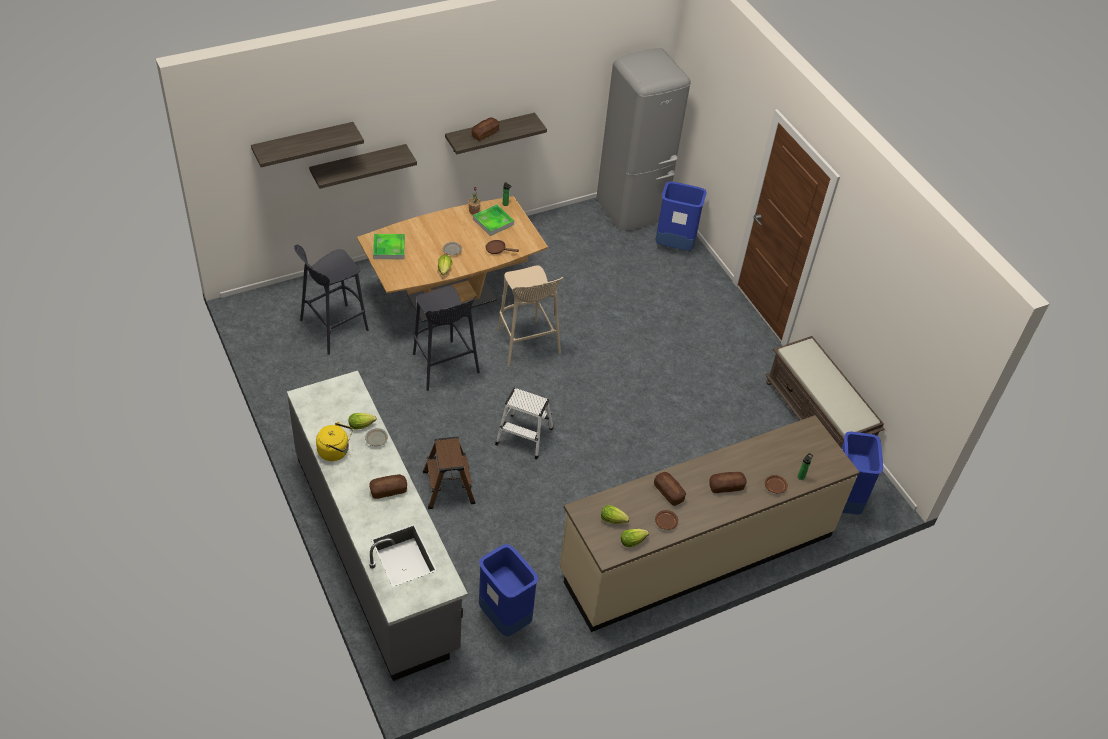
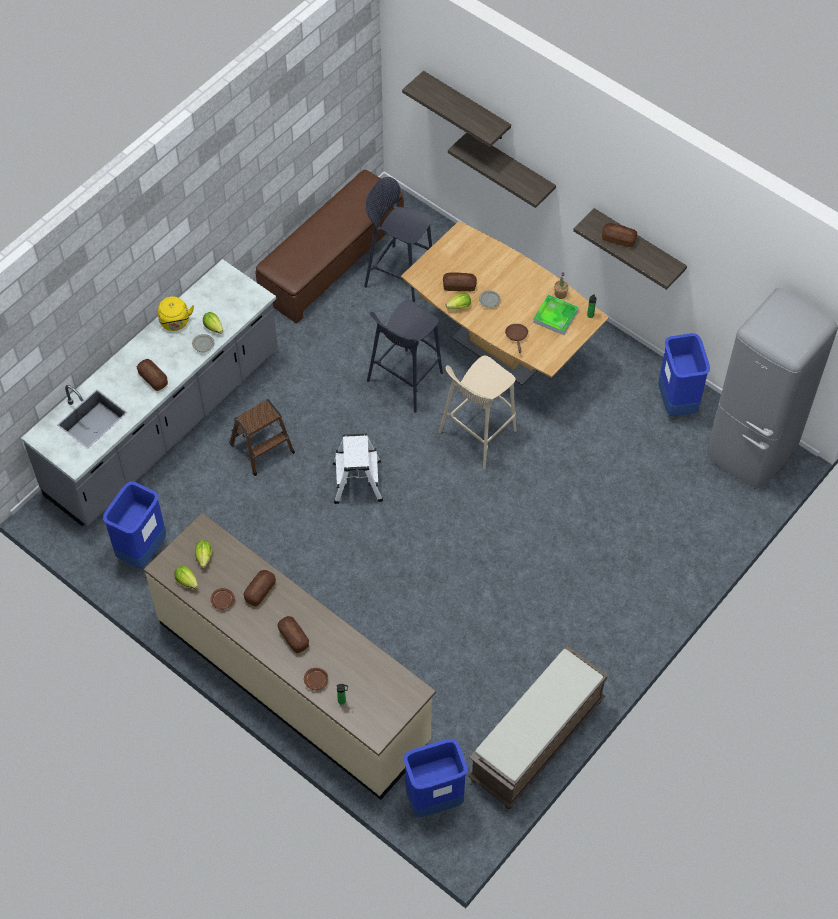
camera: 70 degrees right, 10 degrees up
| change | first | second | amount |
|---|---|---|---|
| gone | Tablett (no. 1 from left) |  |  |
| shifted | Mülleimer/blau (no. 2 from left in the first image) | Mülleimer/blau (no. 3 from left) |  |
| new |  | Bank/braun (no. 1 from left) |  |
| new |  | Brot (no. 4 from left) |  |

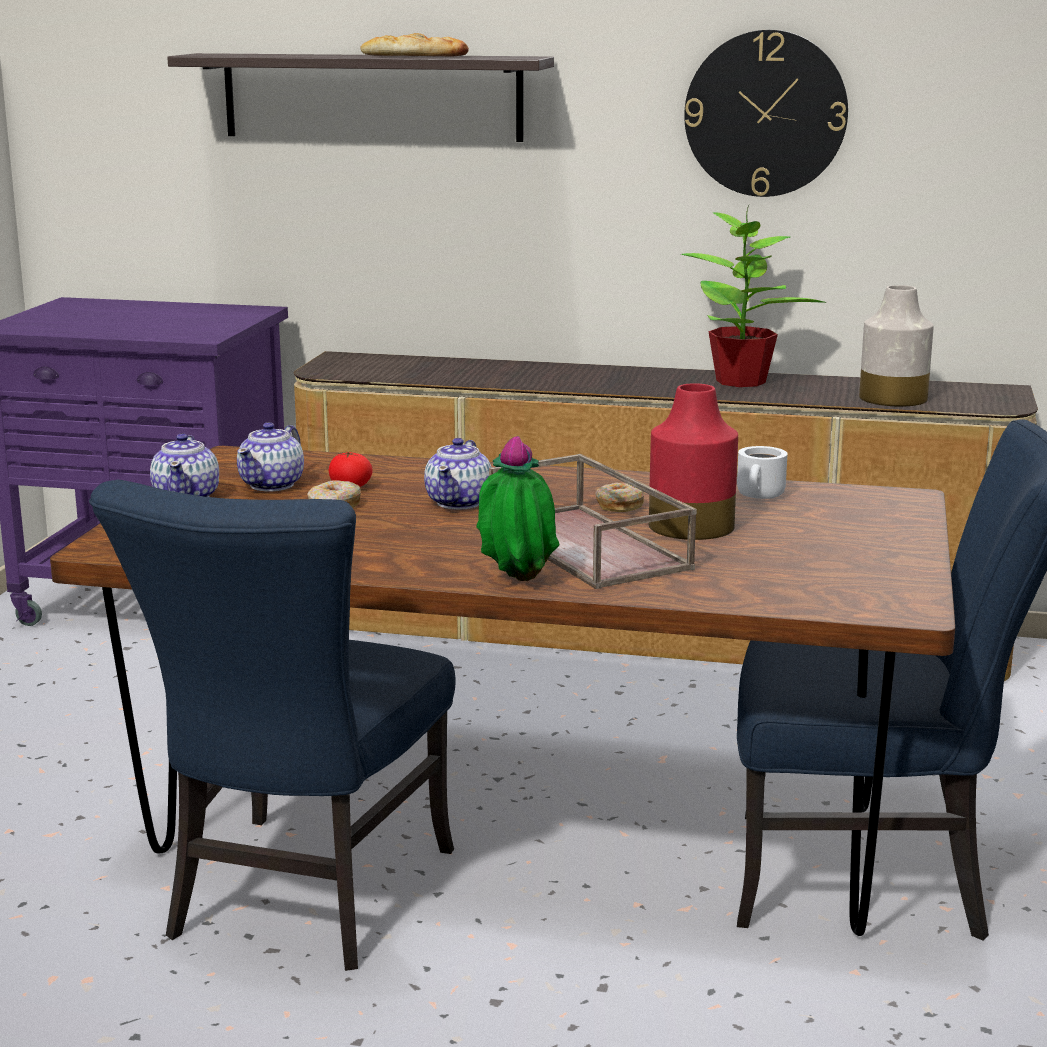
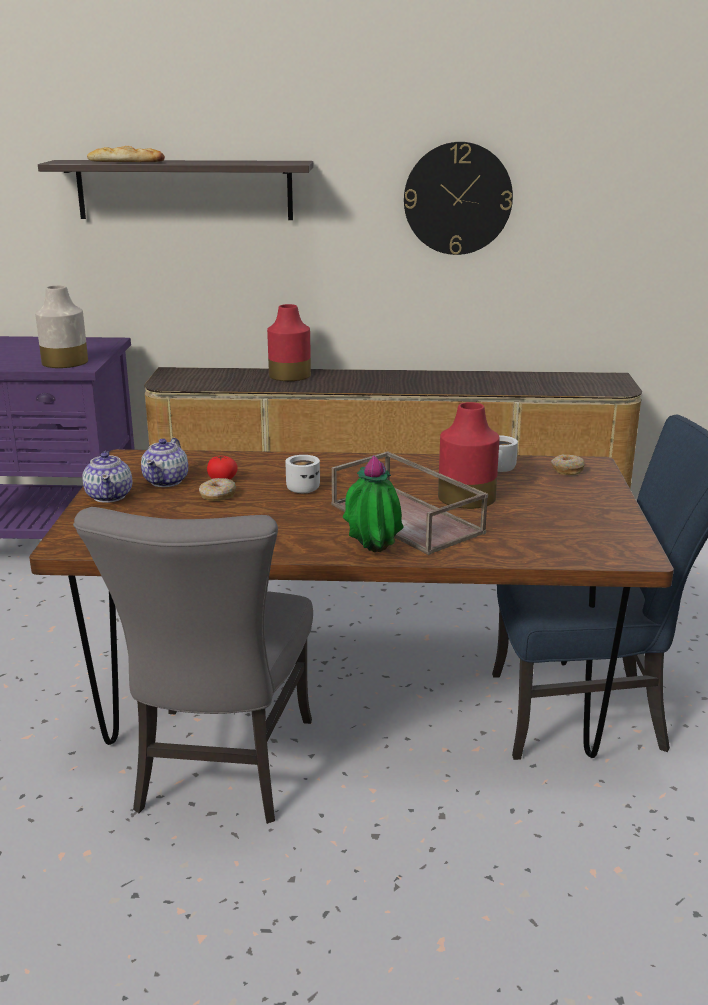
camera: 10 degrees left, 5 degrees up
| change | first | second | amount |
|---|---|---|---|
| repainted | Stuhl/blau (no. 1 from left) | Stuhl/grau |  |
| shifted | Brot |  |  |
| swapped | Teekanne (no. 3 from left) | Henkelbecher/weiß (no. 1 from left) |  |
| shifted | Donut (no. 2 from left) |  |  |
| gone | Topfpflanze (no. 2 from left) |  |  |
| shifted | Vase/beige |  |  |
| new |  | Vase/rot (no. 1 from left) |  |

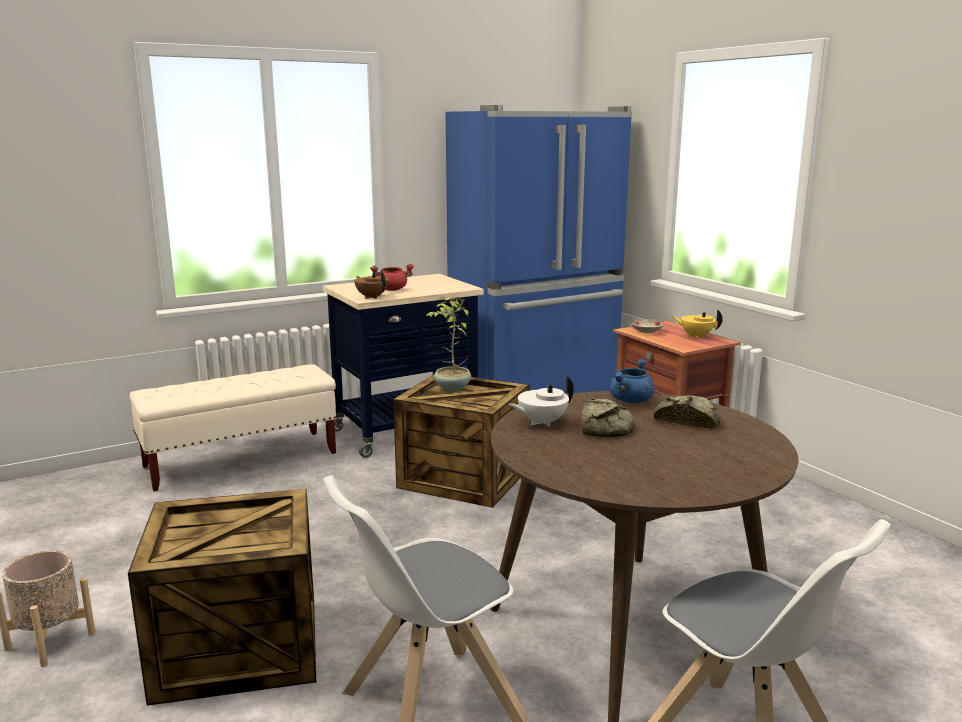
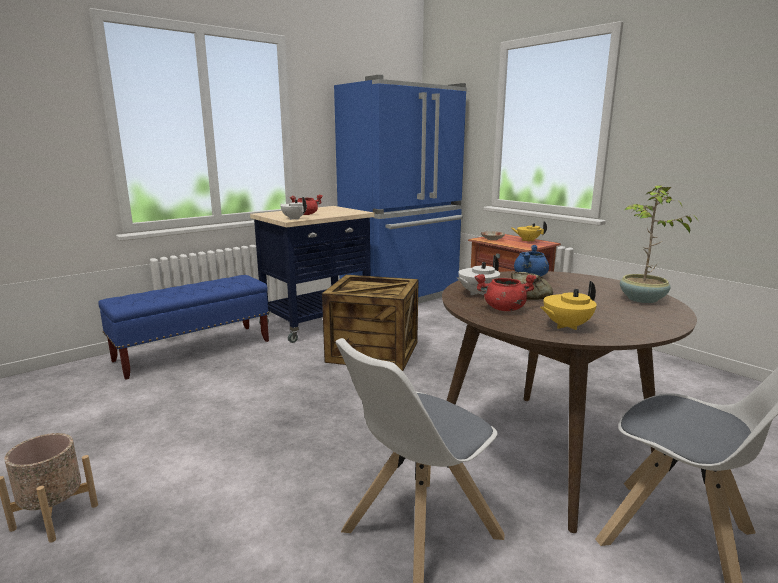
camera: 10 degrees left, 0 degrees up
| change | first | second | amount |
|---|---|---|---|
| gone | Kiste (no. 1 from left) |  |  |
| repainted | Bank/beige | Bank/blau |  |
| repainted | Teekanne/braun | Teekanne/weiß (no. 1 from left) |  |
| shifted | Topfpflanze |  |  |
| gone | Brot (no. 2 from left) |  |  |
| new |  | Kochtopf/rot (no. 2 from left) |  |
| new |  | Teekanne/gelb (no. 2 from left) |  |

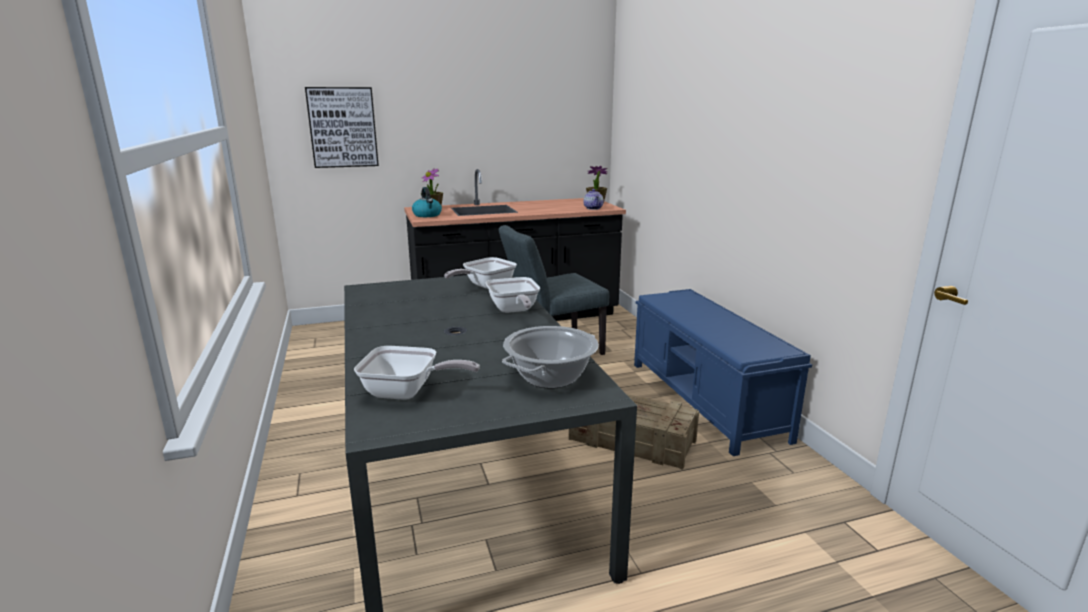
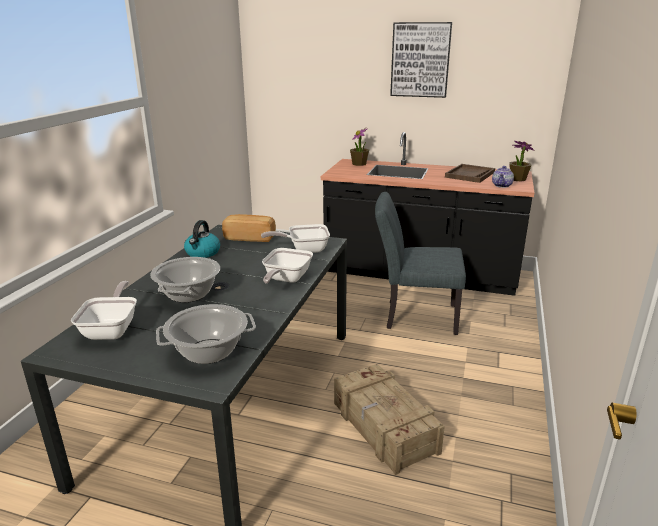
camera: 35 degrees right, 5 degrees up
| change | first | second | amount |
|---|---|---|---|
| shifted | Bild |  |  |
| rotated | Pfanne (no. 1 from left) |  | 135 degrees counterclockwise |
| shifted | Wasserkessel |  |  |
| gone | Bank/blau |  |  |
| new |  | Kochtopf (no. 1 from left) |  |
| new |  | Brot |  |
| new |  | Tablett/braun |  |

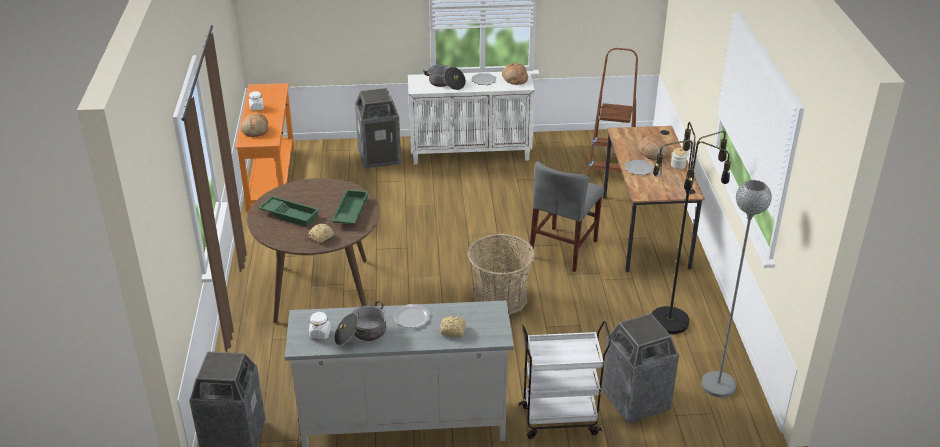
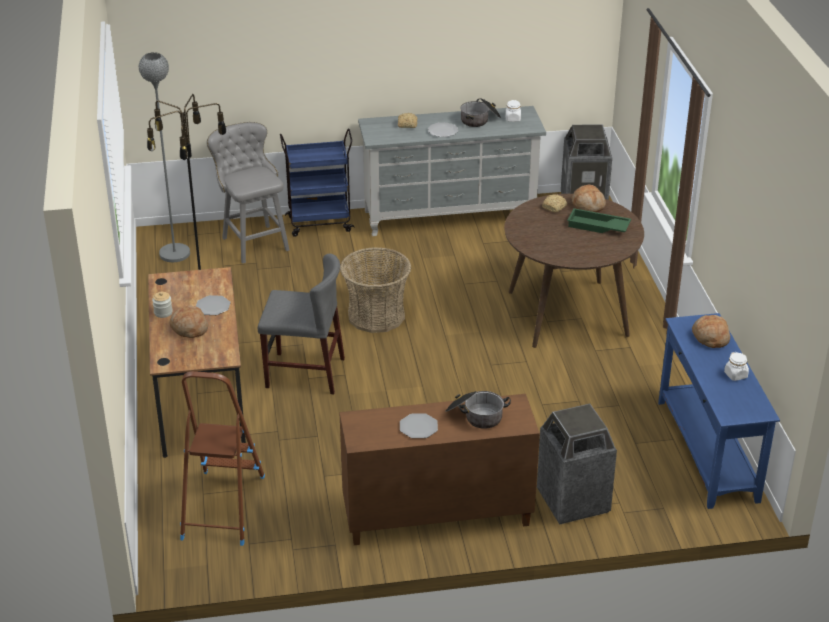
camera: 175 degrees right, 0 degrees up
| change | first | second | amount |
|---|---|---|---|
| repainted | Konsolentisch/orange | Konsolentisch/blau |  |
| gone | Tablett/grün (no. 2 from left) |  |  |
| repainted | Schrank/weiß | Schrank/braun |  |
| shifted | Brot (no. 4 from left) |  |  |
| repainted | Rollwagen/weiß | Rollwagen/blau |  |
| rotated | Stuhl/grau |  | 75 degrees clockwise |
| swapped | Mülleimer (no. 3 from left) | Hocker/grau |  |

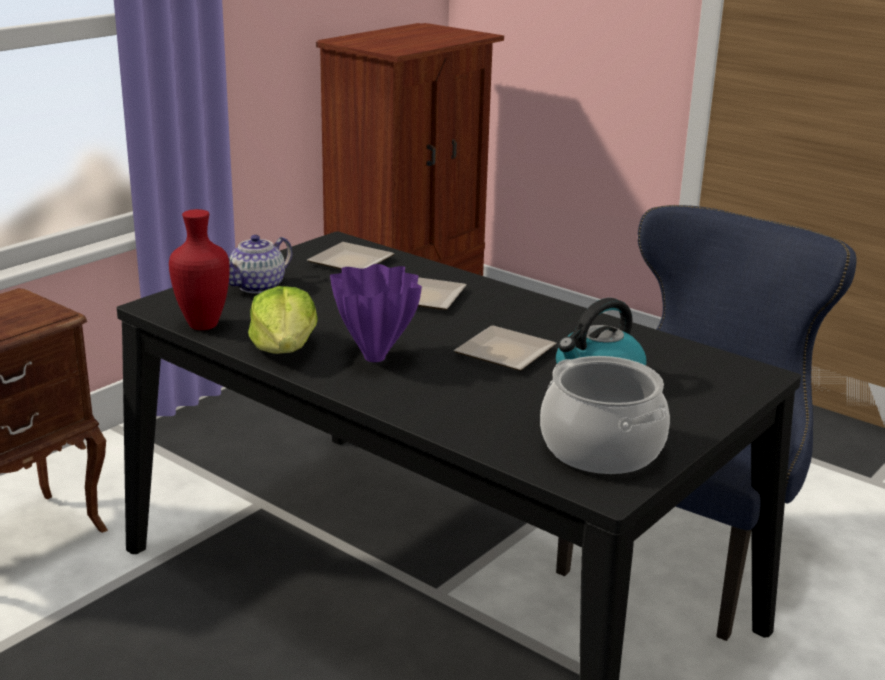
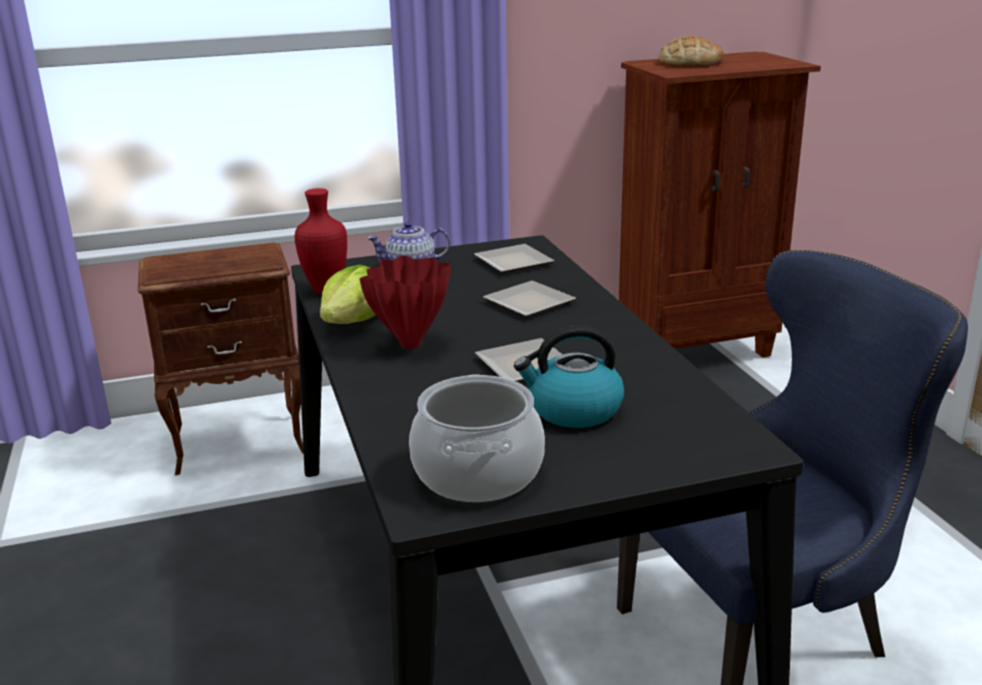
camera: 35 degrees right, 0 degrees up
| change | first | second | amount |
|---|---|---|---|
| repainted | Vase/lila | Vase/rot (no. 2 from left) |  |
| new |  | Brot |  |

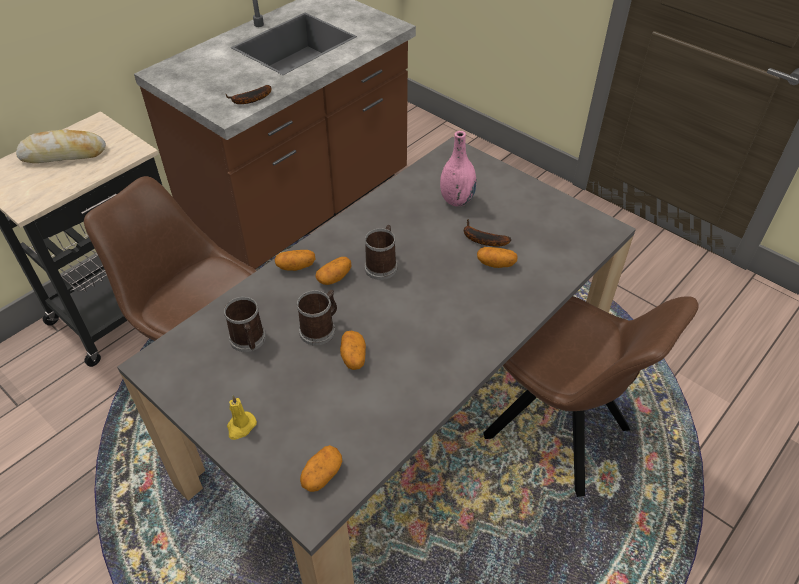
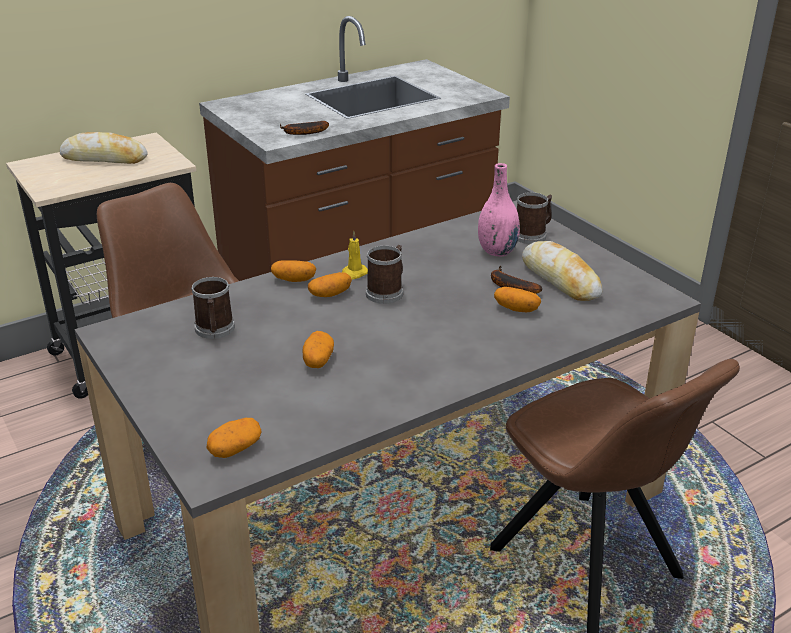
camera: 15 degrees right, 15 degrees down
| change | first | second | amount |
|---|---|---|---|
| shifted | Kerze/gelb |  |  |
| shifted | Henkelbecher (no. 2 from left in the first image) | Henkelbecher (no. 3 from left) |  |
| new |  | Brot (no. 2 from left) |  |

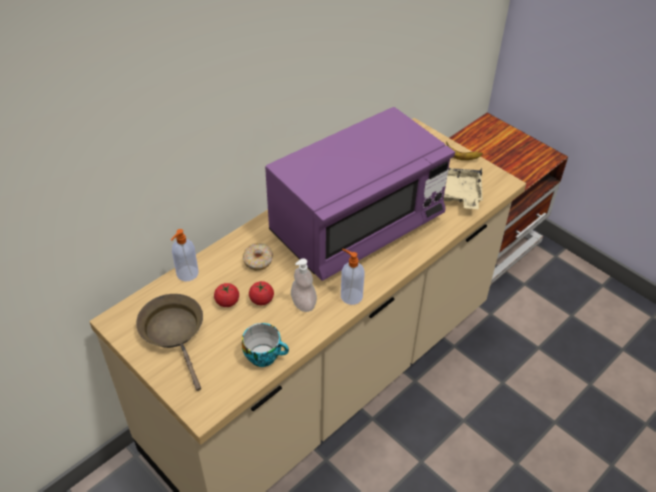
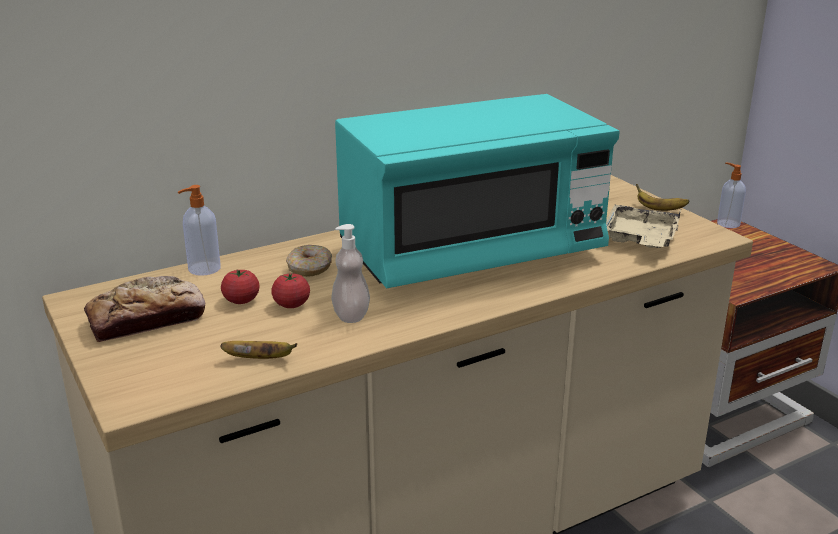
camera: 15 degrees right, 20 degrees down
| change | first | second | amount |
|---|---|---|---|
| swapped | Pfanne/braun | Brot |  |
| swapped | Tasse | Banane (no. 1 from left) |  |
| repainted | Mikrowelle/lila | Mikrowelle/türkis |  |
| shifted | Seifenspender (no. 3 from left) |  |  |

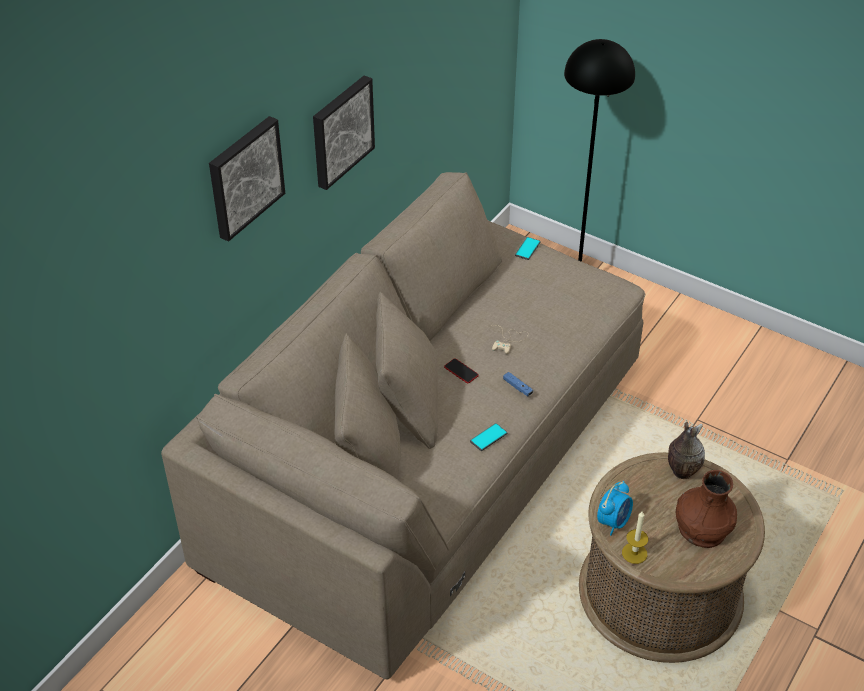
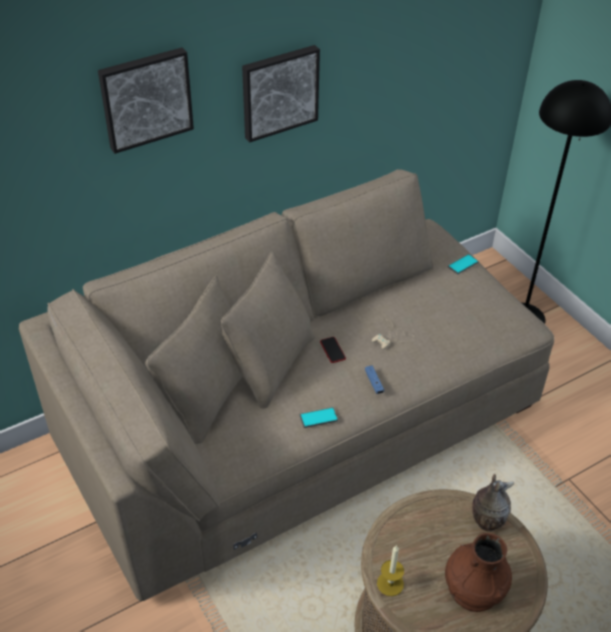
camera: 25 degrees right, 0 degrees up
| change | first | second | amount |
|---|---|---|---|
| gone | Wecker |  |  |

